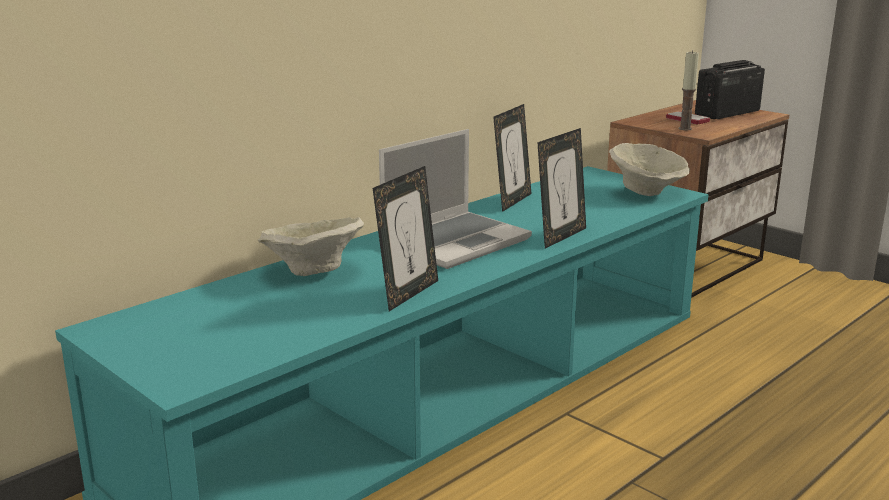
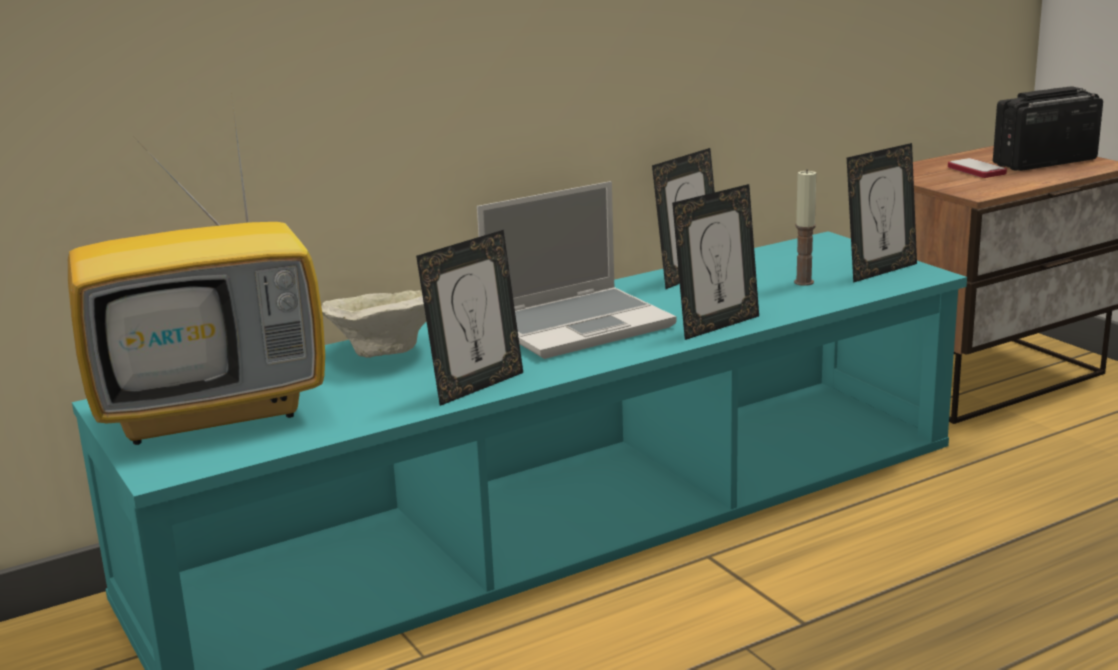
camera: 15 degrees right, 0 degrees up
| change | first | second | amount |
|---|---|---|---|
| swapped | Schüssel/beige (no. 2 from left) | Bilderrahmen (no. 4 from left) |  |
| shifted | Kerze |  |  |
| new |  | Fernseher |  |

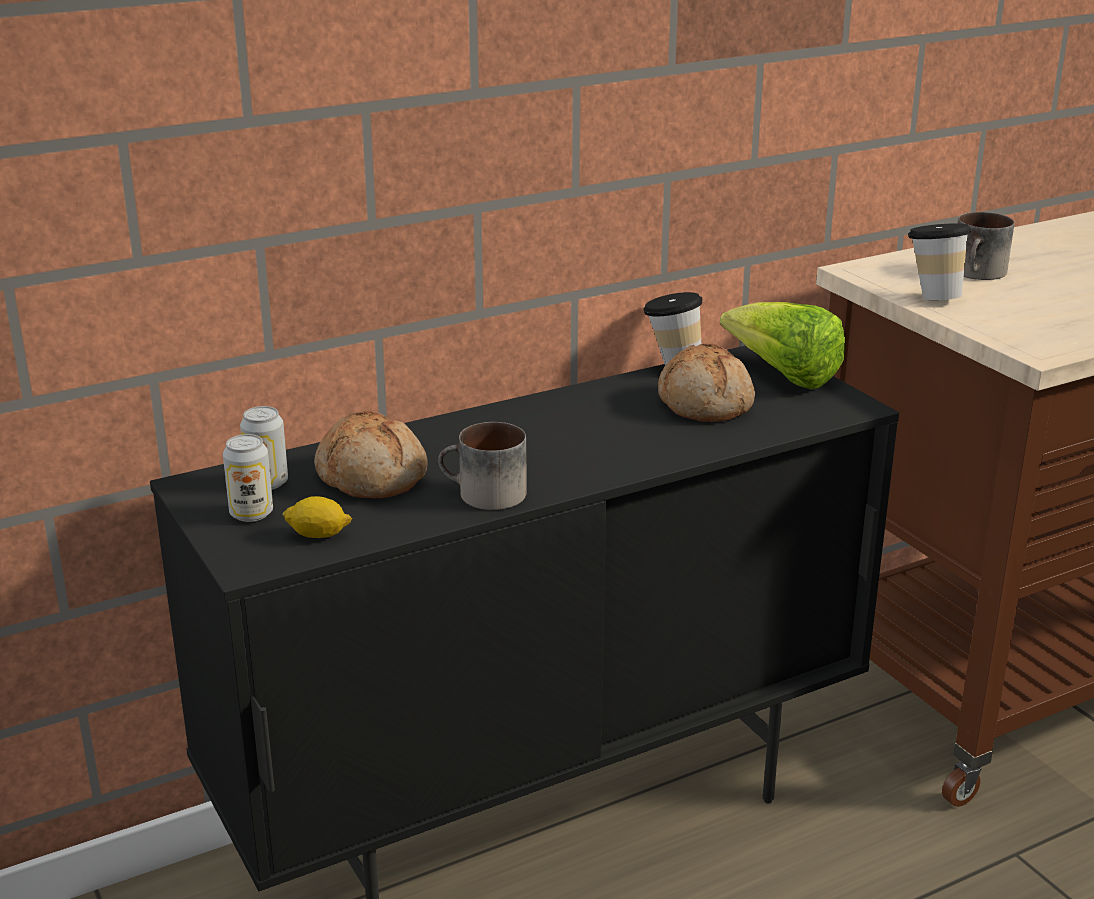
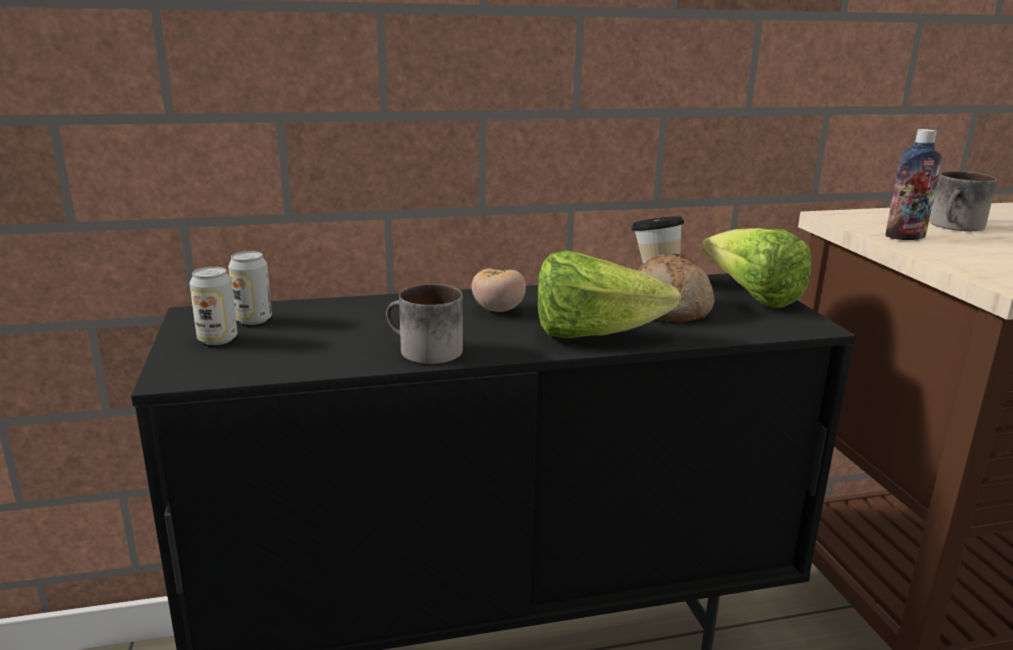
camera: 15 degrees right, 5 degrees down
| change | first | second | amount |
|---|---|---|---|
| gone | Zitrone |  |  |
| gone | Brot (no. 1 from left) |  |  |
| swapped | Tasse (no. 2 from left) | Flasche |  |
| new |  | Tomate |  |
| new |  | Salatkopf (no. 1 from left) |  |

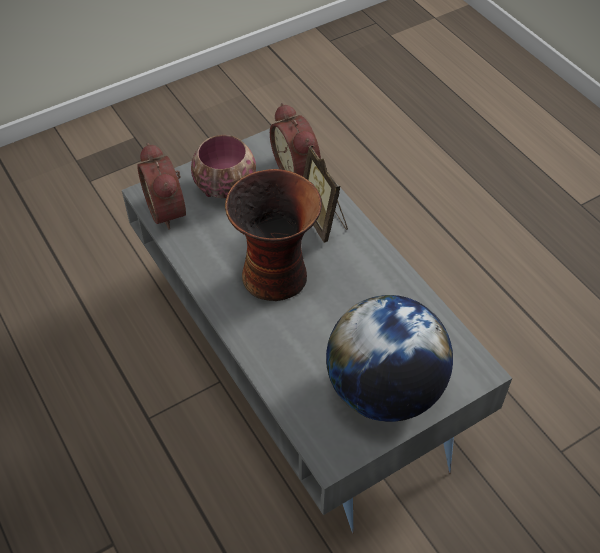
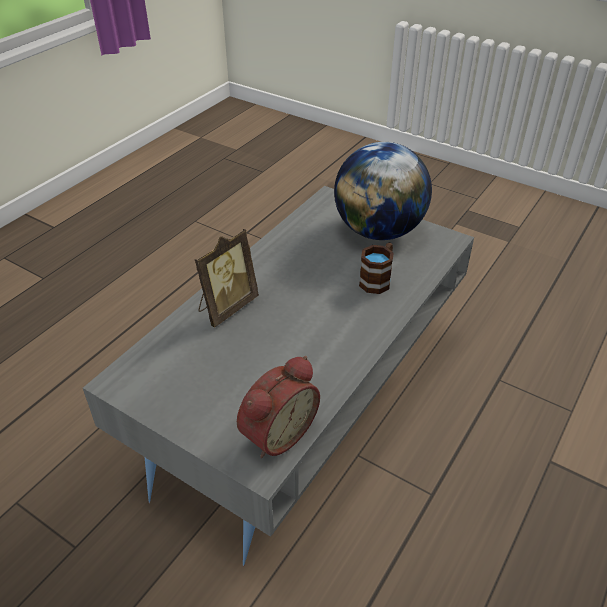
camera: 115 degrees left, 10 degrees down
| change | first | second | amount |
|---|---|---|---|
| gone | Schüssel |  |  |
| gone | Vase |  |  |
| gone | Wecker (no. 2 from left) |  |  |
| new |  | Henkelbecher/braun |  |

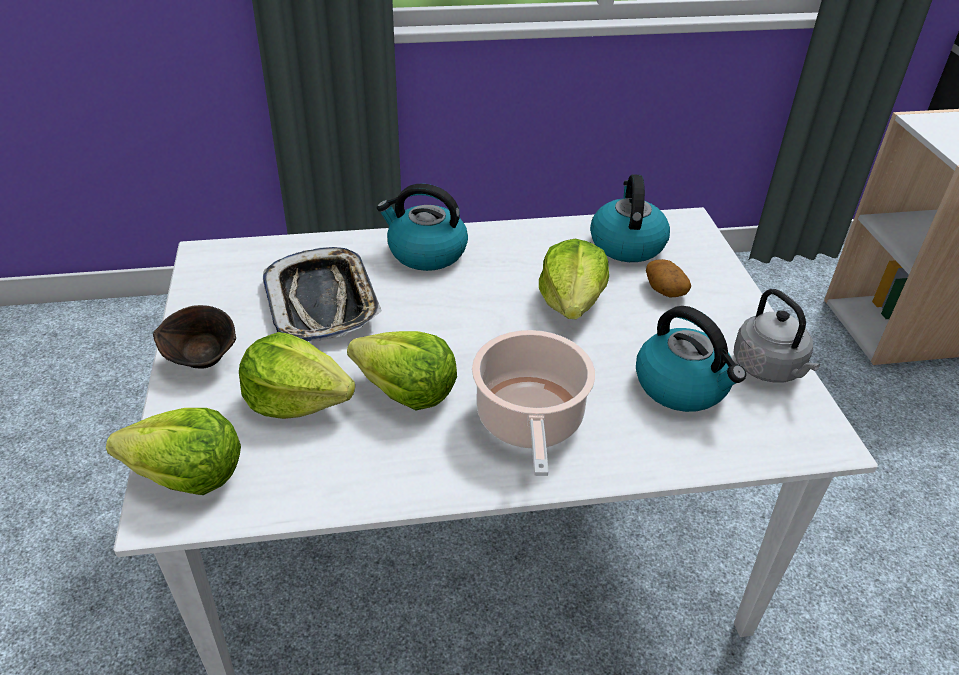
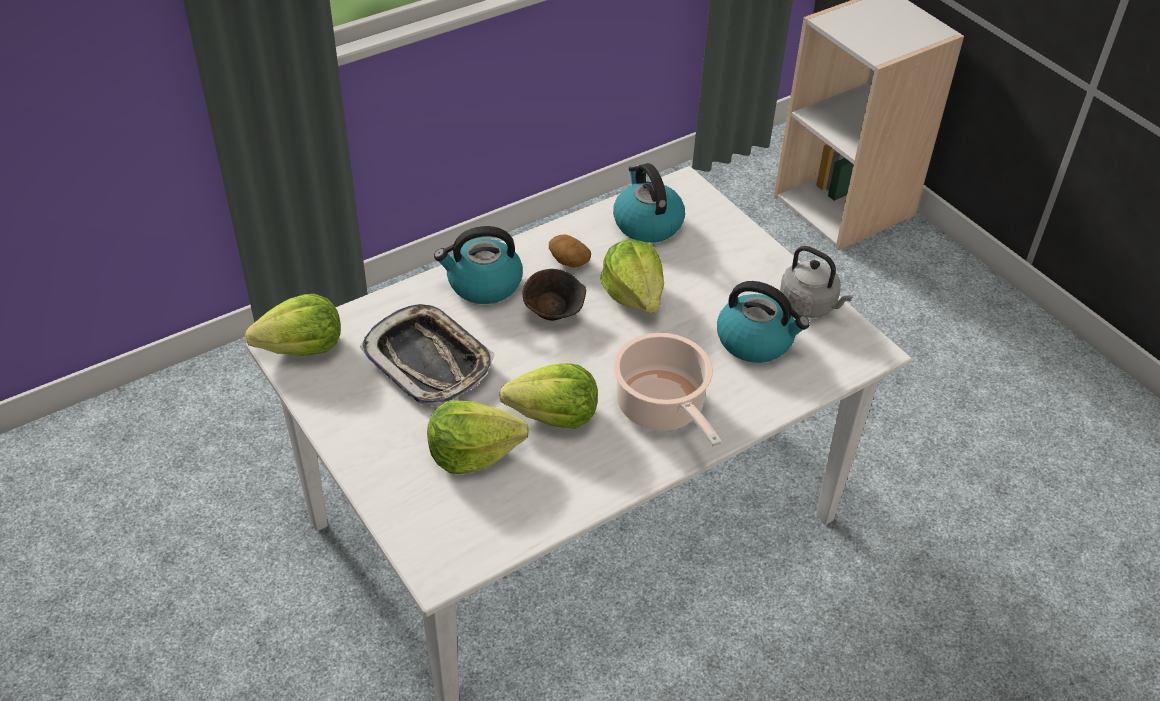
camera: 25 degrees left, 5 degrees up
| change | first | second | amount |
|---|---|---|---|
| shifted | Salatkopf (no. 1 from left) |  |  |
| shifted | Schüssel/braun |  |  |
| shifted | Kartoffel |  |  |

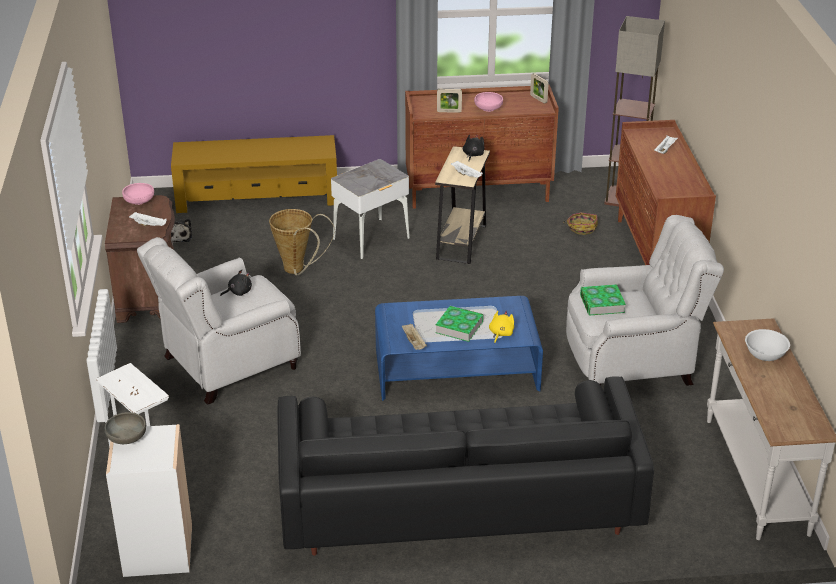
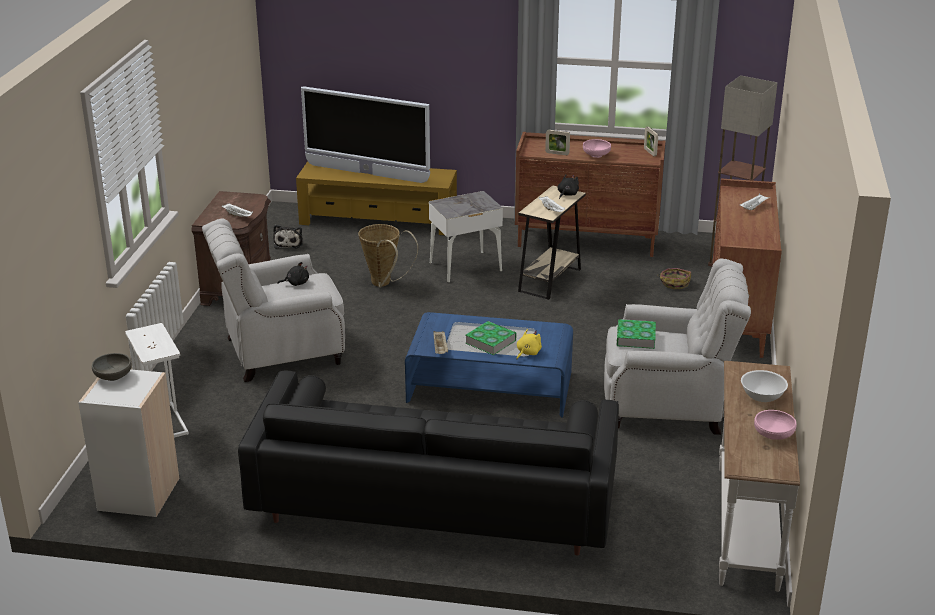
camera: 15 degrees right, 5 degrees down
| change | first | second | amount |
|---|---|---|---|
| shifted | Schüssel/rosa (no. 1 from left in the first image) | Schüssel/rosa (no. 2 from left) |  |
| new |  | Fernseher |  |

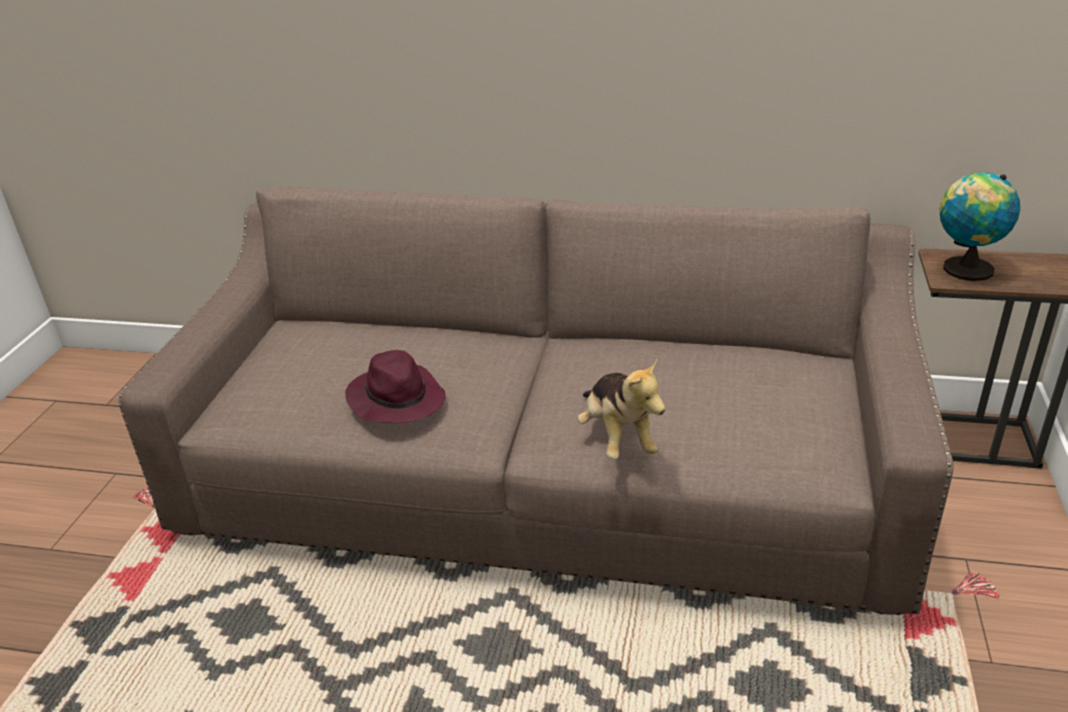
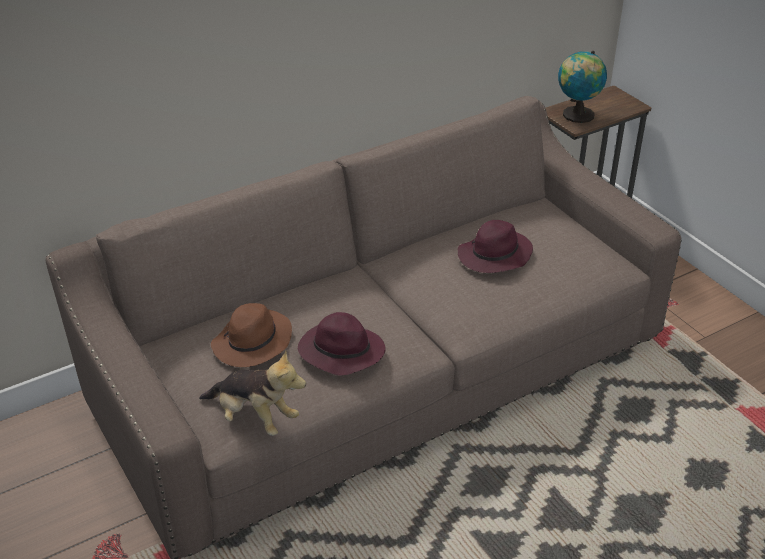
camera: 45 degrees left, 5 degrees up
| change | first | second | amount |
|---|---|---|---|
| shifted | Plüschtier |  |  |
| new |  | Hut/braun |  |
| new |  | Hut/lila (no. 2 from left) |  |

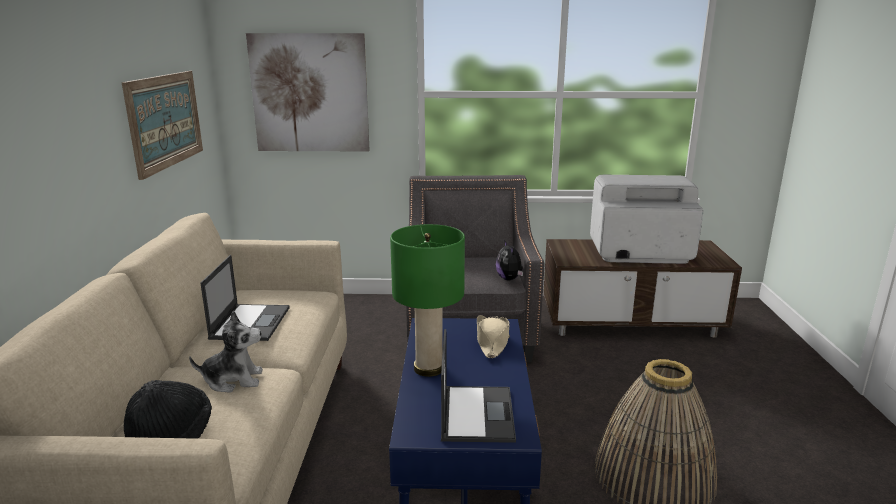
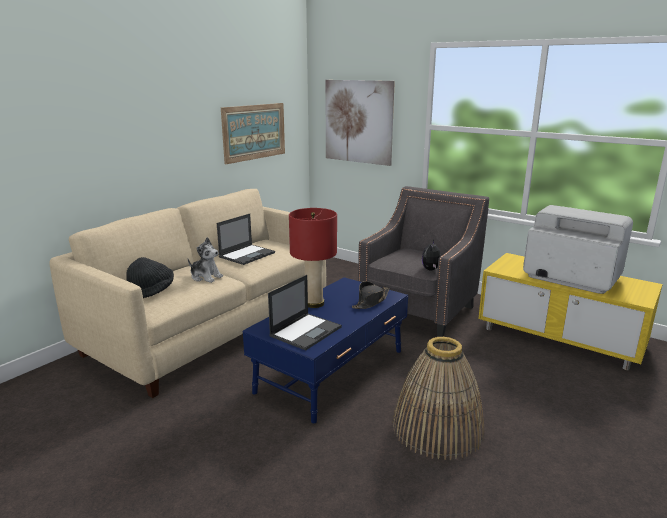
camera: 35 degrees right, 0 degrees up
| change | first | second | amount |
|---|---|---|---|
| repainted | Tischlampe/grün | Tischlampe/rot |  |
| repainted | Hut/beige | Hut/schwarz (no. 2 from left) |  |
| repainted | Fernsehschrank/braun | Fernsehschrank/gelb |  |

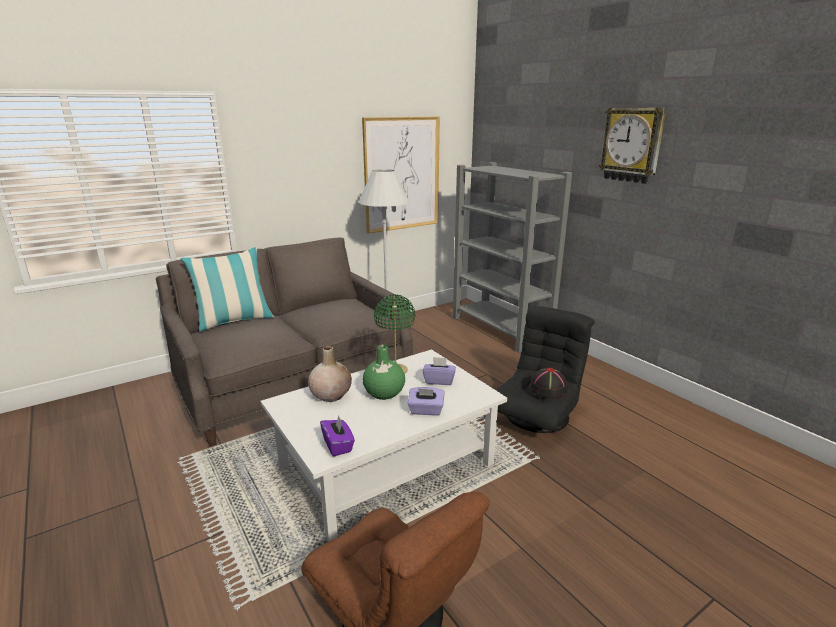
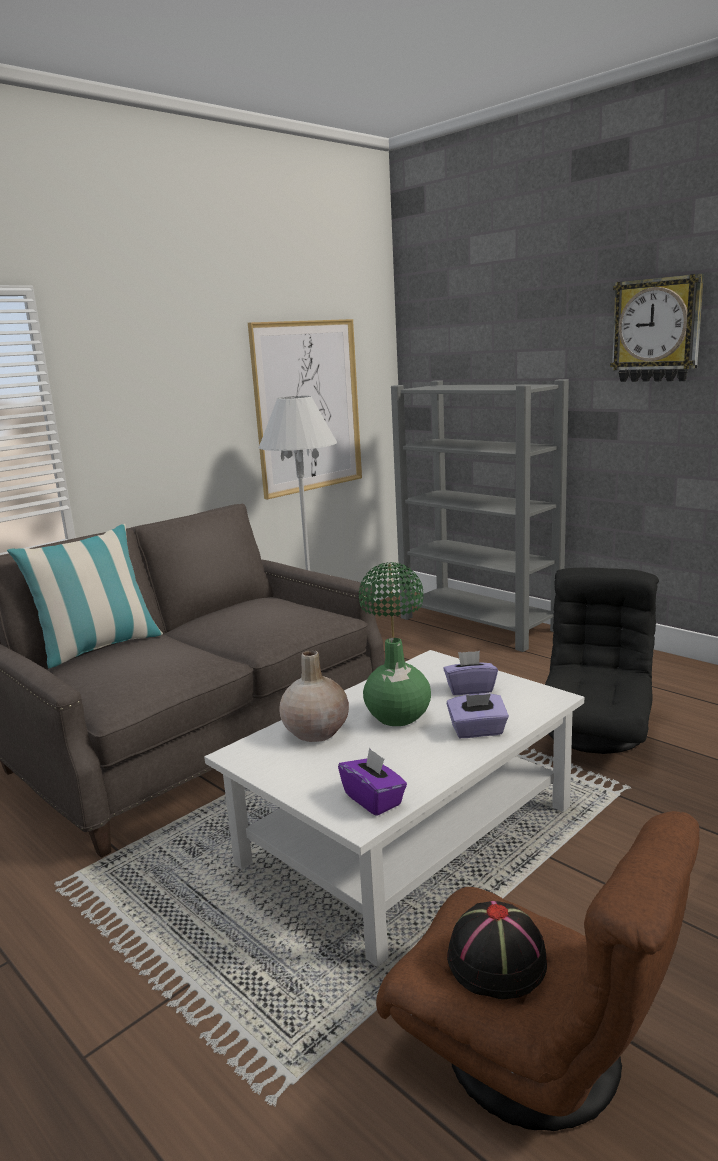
camera: 10 degrees left, 5 degrees down
| change | first | second | amount |
|---|---|---|---|
| shifted | Hut/schwarz |  |  |

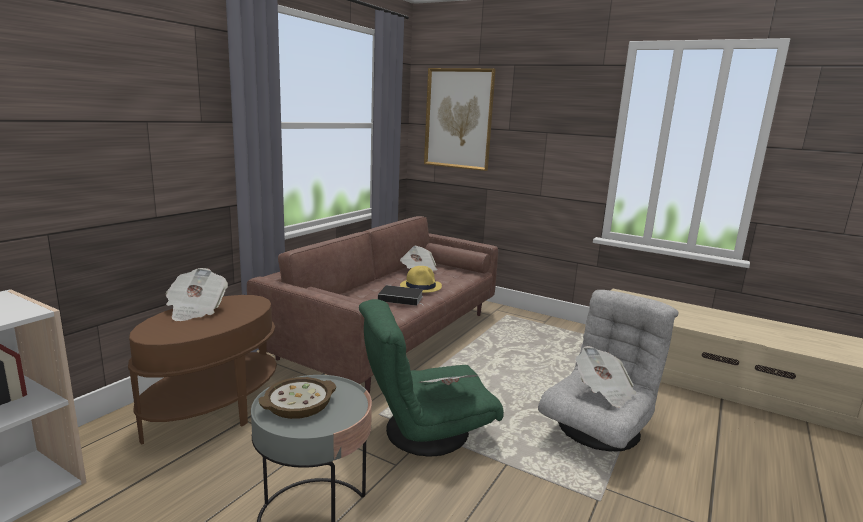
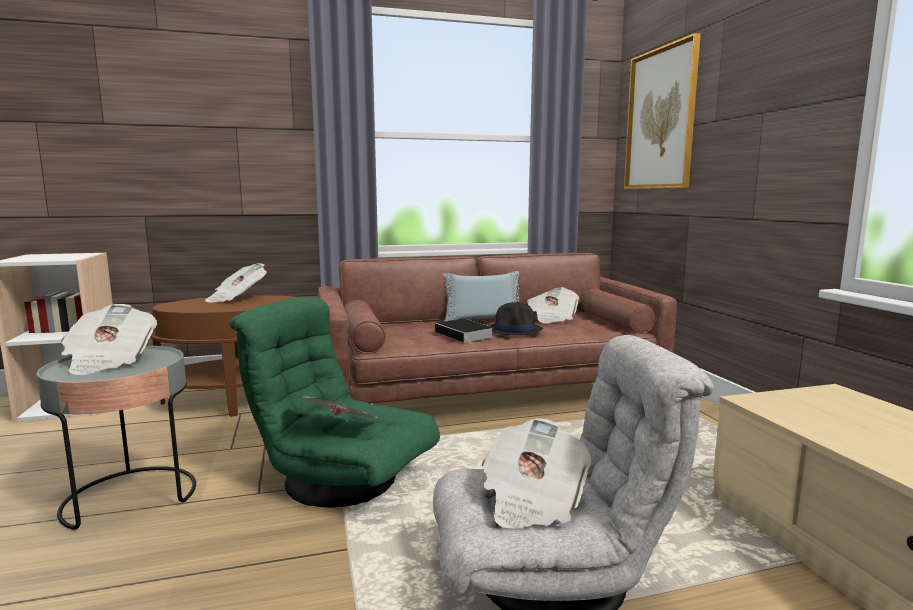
camera: 45 degrees right, 5 degrees down
| change | first | second | amount |
|---|---|---|---|
| swapped | Schüssel | Zeitung (no. 1 from left) |  |
| repainted | Hut/gelb | Hut/schwarz |  |
| new |  | Kissen/blau |  |

